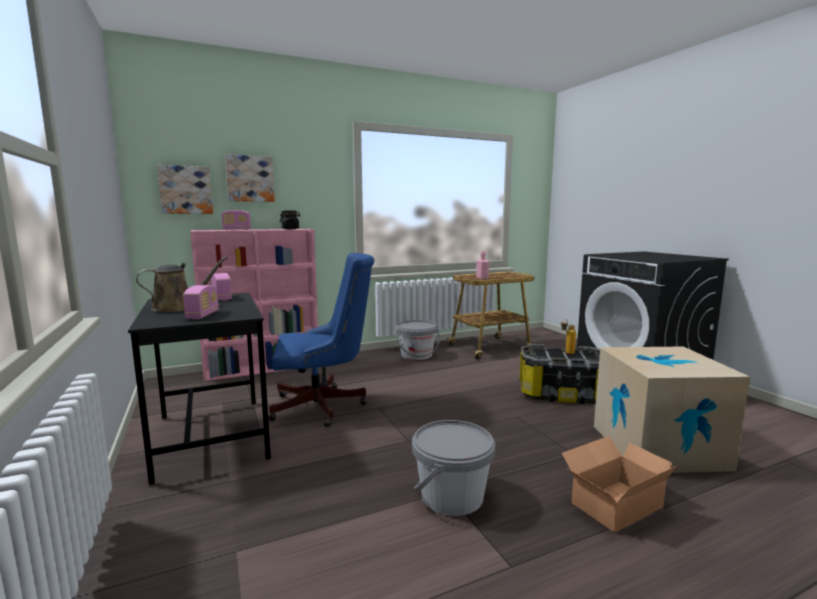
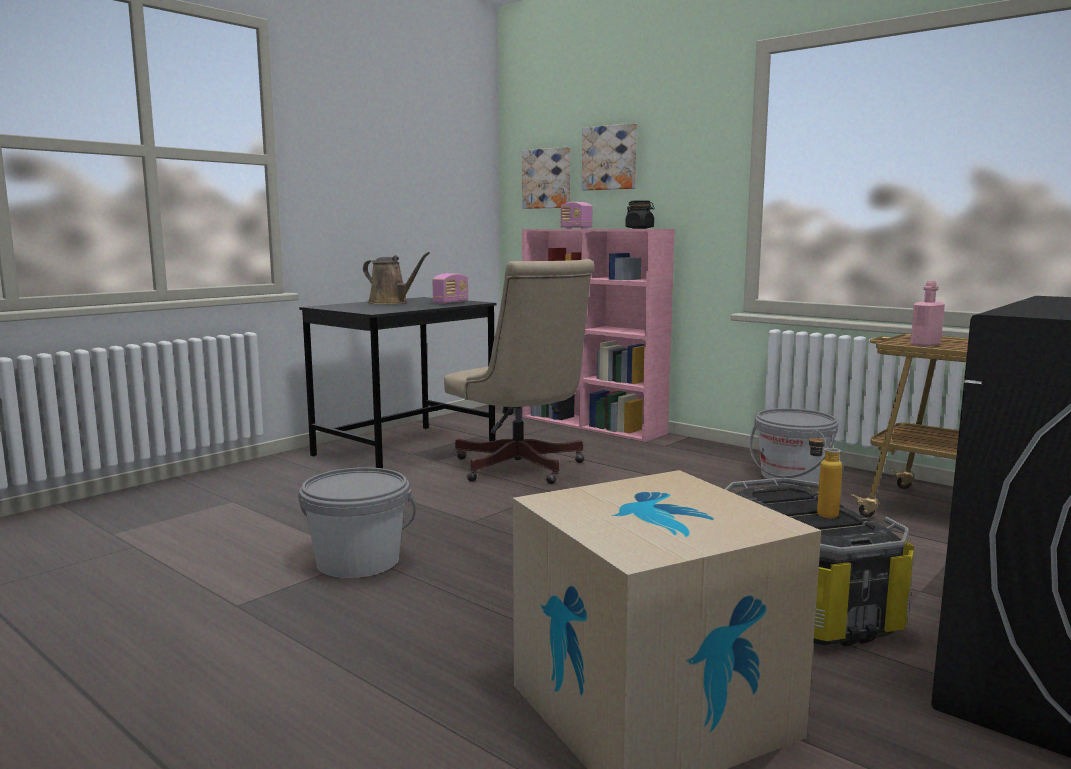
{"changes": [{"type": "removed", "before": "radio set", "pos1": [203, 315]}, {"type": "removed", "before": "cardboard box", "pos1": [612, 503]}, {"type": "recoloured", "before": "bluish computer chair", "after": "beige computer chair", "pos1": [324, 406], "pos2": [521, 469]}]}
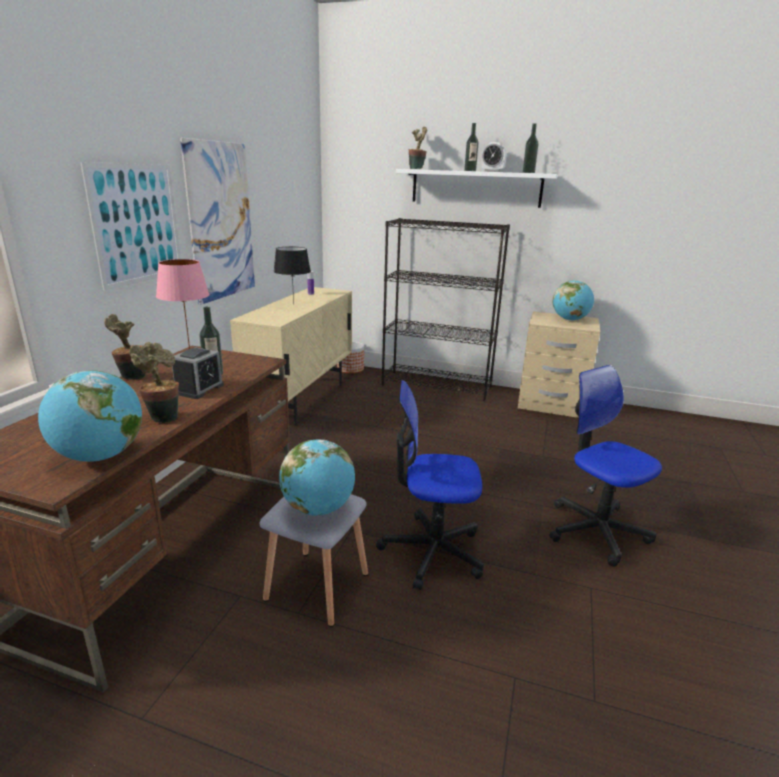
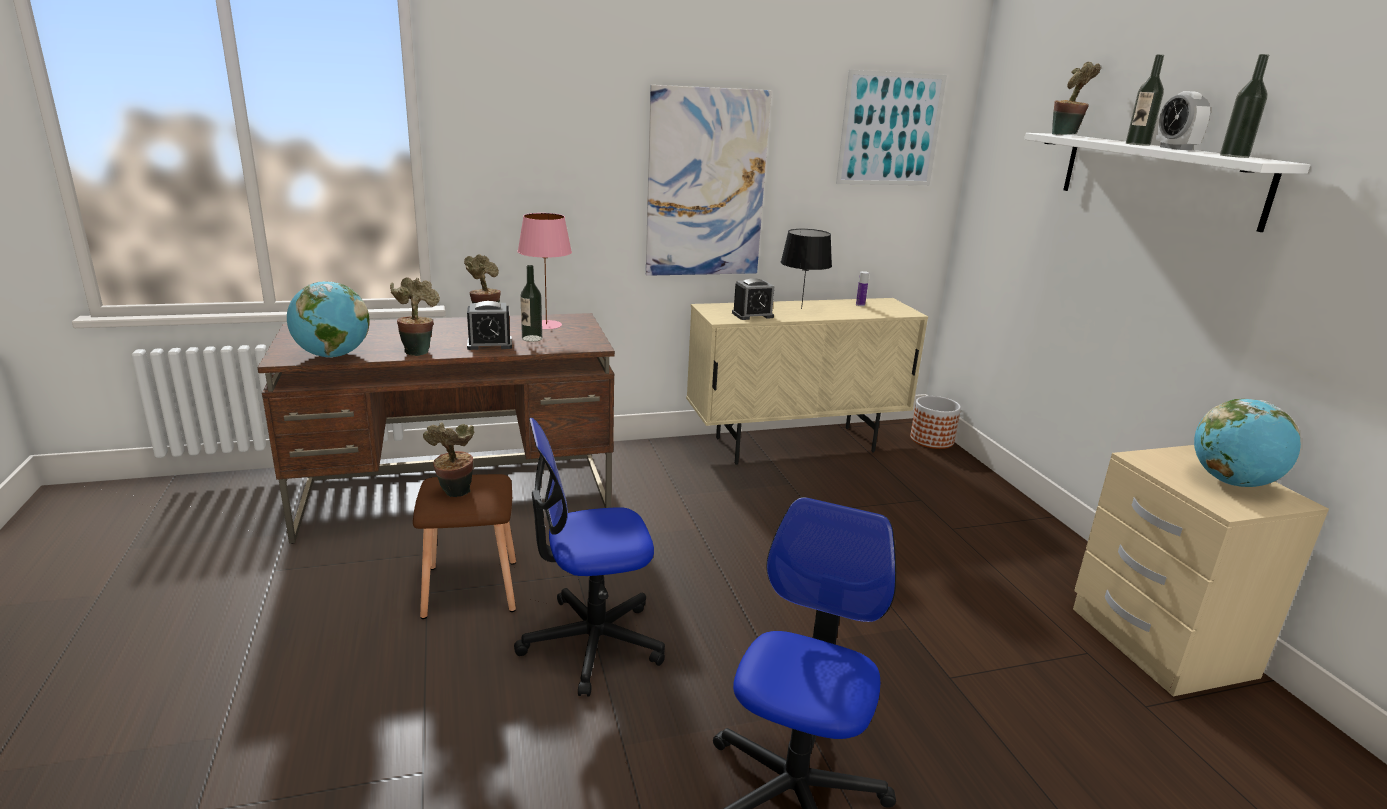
{"changes": [{"type": "removed", "before": "blackish bookcase", "pos1": [437, 385]}, {"type": "added", "after": "bedside clock", "pos2": [752, 315]}, {"type": "moved", "before": "picture", "pos1": [137, 224], "pos2": [890, 129]}, {"type": "replaced", "before": "desk globe", "after": "plant in a pot", "pos1": [318, 509], "pos2": [454, 494]}, {"type": "recoloured", "before": "grey stool", "after": "brownish stool", "pos1": [317, 587], "pos2": [469, 589]}, {"type": "turned", "before": "computer chair", "pos1": [432, 551], "pos2": [592, 642], "turn": -75}]}
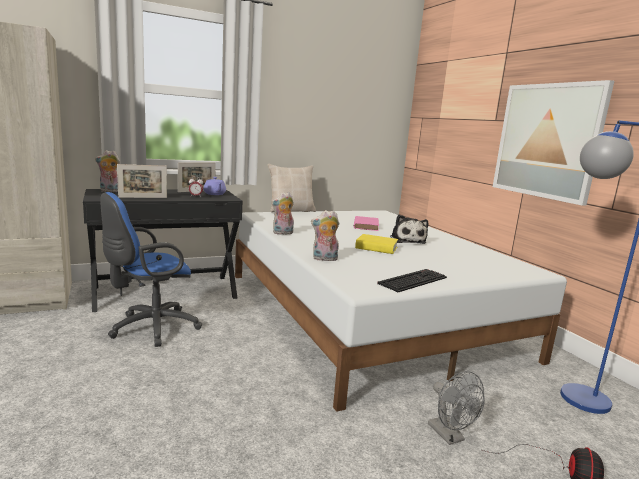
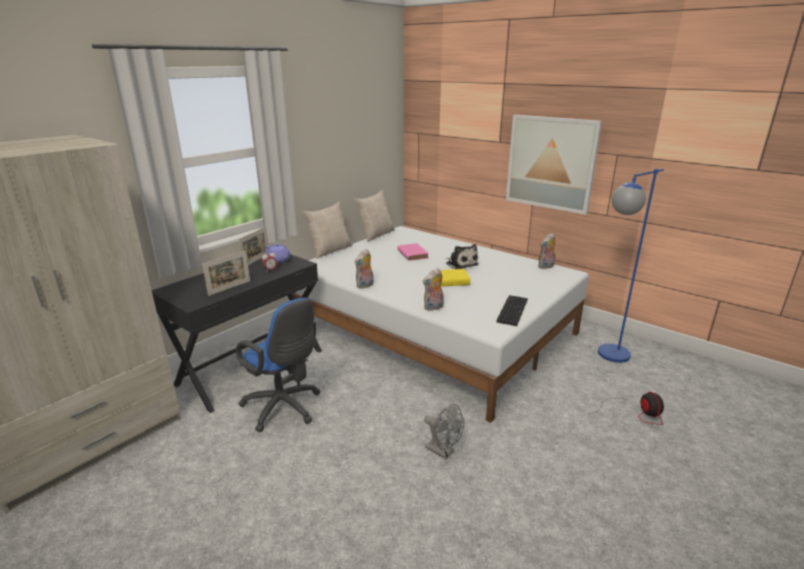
{"changes": [{"type": "added", "after": "beige throw pillow", "pos2": [376, 235]}, {"type": "moved", "before": "cuddly toy", "pos1": [110, 191], "pos2": [546, 267]}, {"type": "moved", "before": "grey fan", "pos1": [450, 436], "pos2": [443, 451]}, {"type": "turned", "before": "bluish computer chair", "pos1": [150, 328], "pos2": [284, 408], "turn": -75}]}
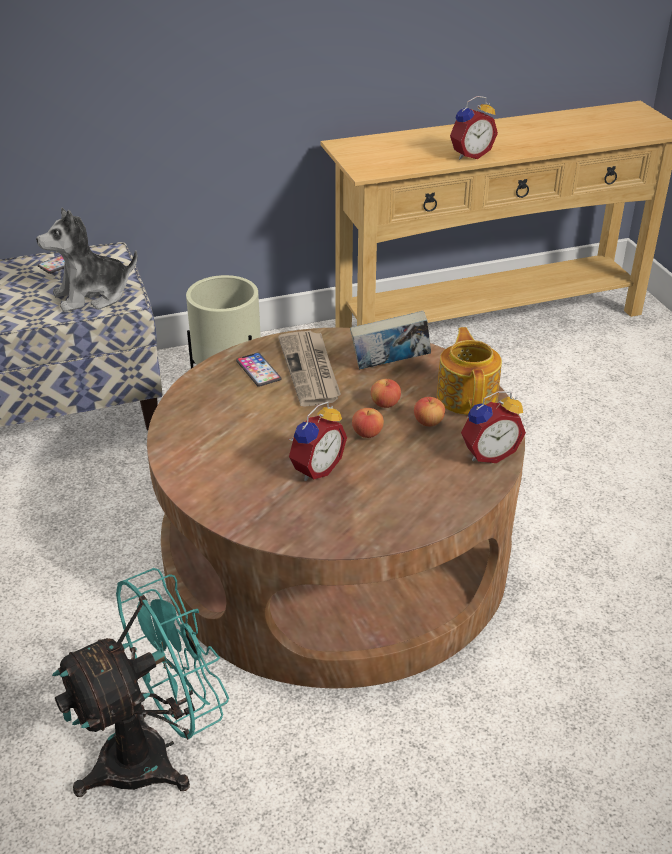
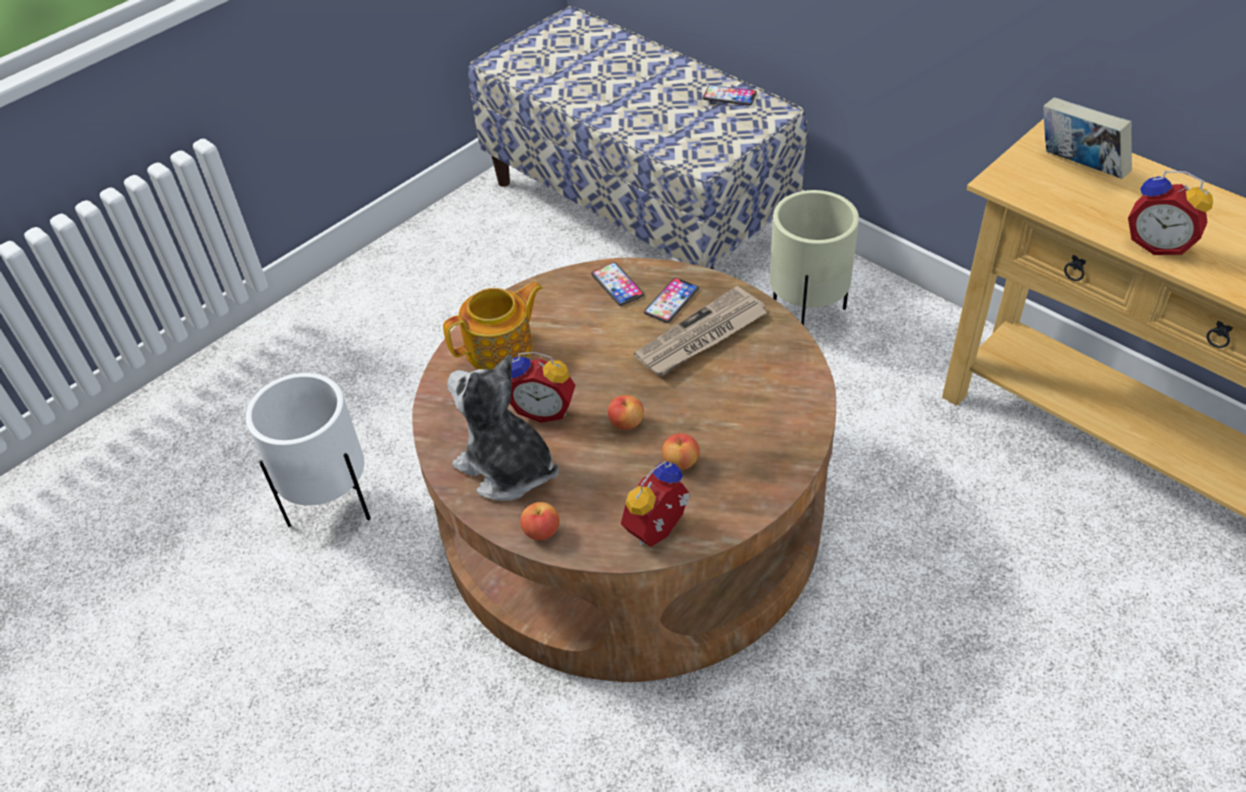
{"changes": [{"type": "added", "after": "telephone", "pos2": [617, 285]}, {"type": "moved", "before": "cuddly toy", "pos1": [92, 296], "pos2": [507, 468]}, {"type": "moved", "before": "book", "pos1": [390, 366], "pos2": [1077, 168]}, {"type": "moved", "before": "apple", "pos1": [385, 403], "pos2": [541, 531]}, {"type": "moved", "before": "pot for tea", "pos1": [467, 396], "pos2": [501, 348]}, {"type": "replaced", "before": "turquoise fan", "after": "whitish planter", "pos1": [154, 753], "pos2": [333, 504]}, {"type": "turned", "before": "bedside clock", "pos1": [488, 453], "pos2": [660, 532], "turn": 90}]}
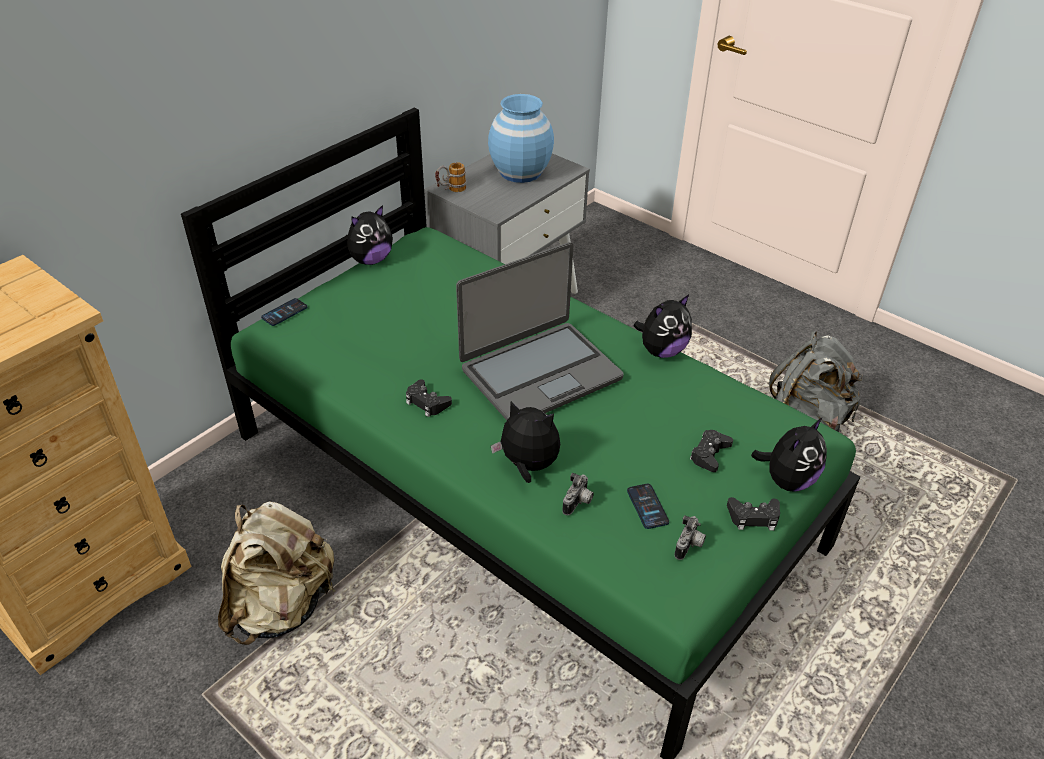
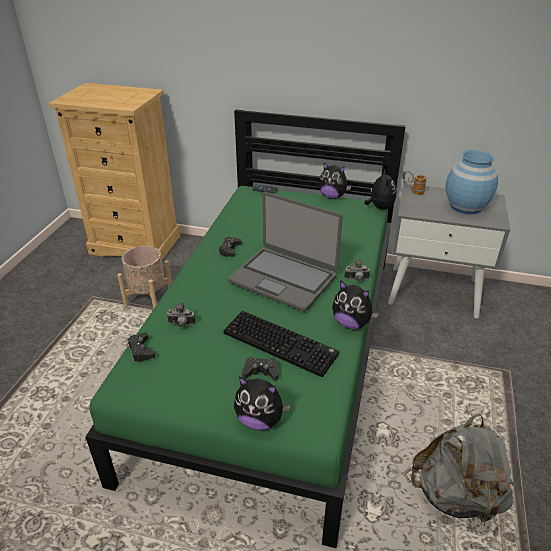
{"changes": [{"type": "removed", "before": "telephone", "pos1": [647, 506]}, {"type": "added", "after": "PC keyboard", "pos2": [282, 343]}, {"type": "moved", "before": "cuddly toy", "pos1": [528, 466], "pos2": [379, 207]}, {"type": "moved", "before": "still camera", "pos1": [689, 546], "pos2": [356, 279]}, {"type": "moved", "before": "blackish joypad", "pos1": [753, 517], "pos2": [141, 350]}, {"type": "replaced", "before": "beige rucksack", "after": "beige planter", "pos1": [282, 606], "pos2": [148, 299]}]}
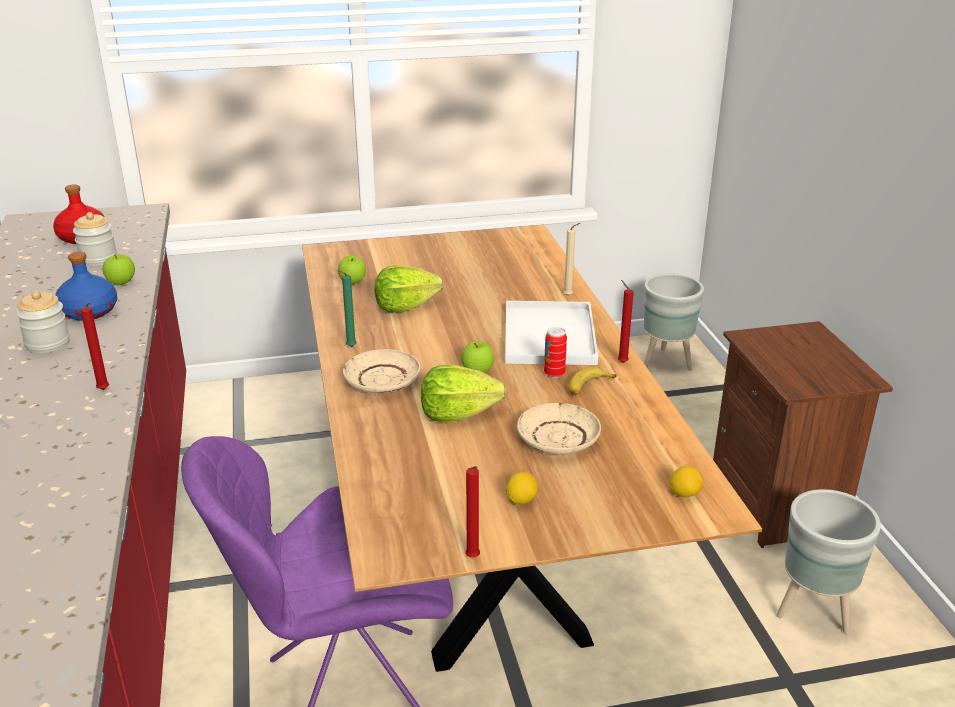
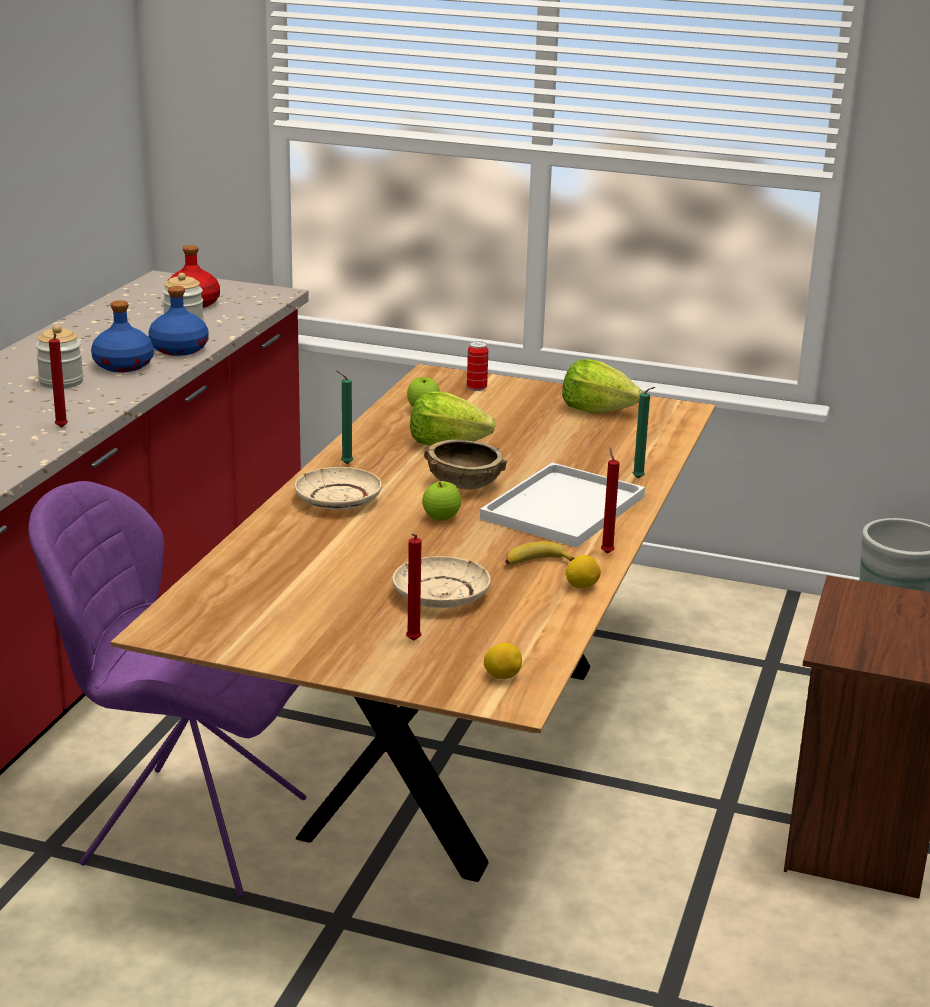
{"changes": [{"type": "removed", "before": "grey planter", "pos1": [814, 611]}, {"type": "added", "after": "brownish deep dish", "pos2": [464, 484]}, {"type": "moved", "before": "lettuce", "pos1": [457, 414], "pos2": [597, 410]}, {"type": "moved", "before": "red-coloured wax candle", "pos1": [473, 559], "pos2": [412, 641]}, {"type": "moved", "before": "lemon", "pos1": [521, 500], "pos2": [582, 586]}, {"type": "moved", "before": "metal can", "pos1": [554, 373], "pos2": [476, 388]}, {"type": "replaced", "before": "apple", "after": "bluish beverage bottle", "pos1": [121, 283], "pos2": [178, 349]}, {"type": "recoloured", "before": "beige wax candle", "after": "green-coloured wax candle", "pos1": [569, 296], "pos2": [640, 479]}]}
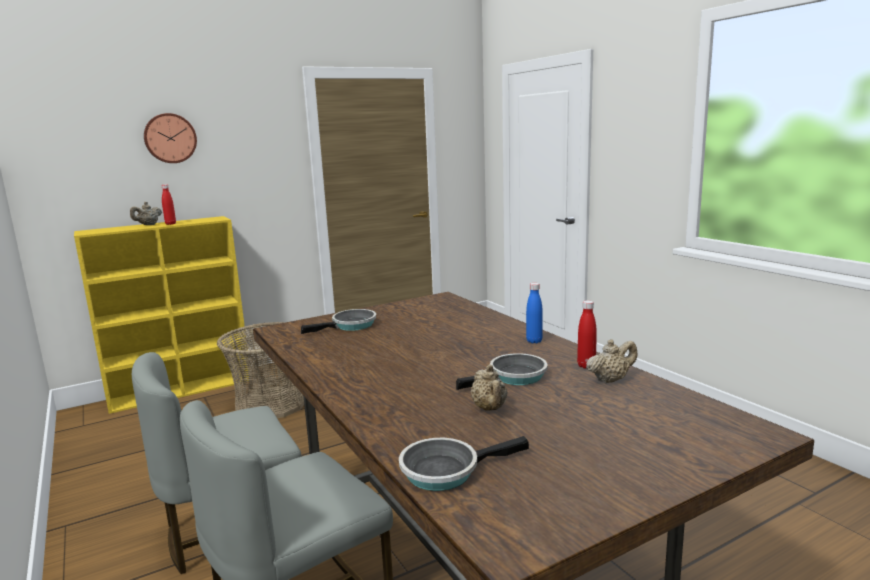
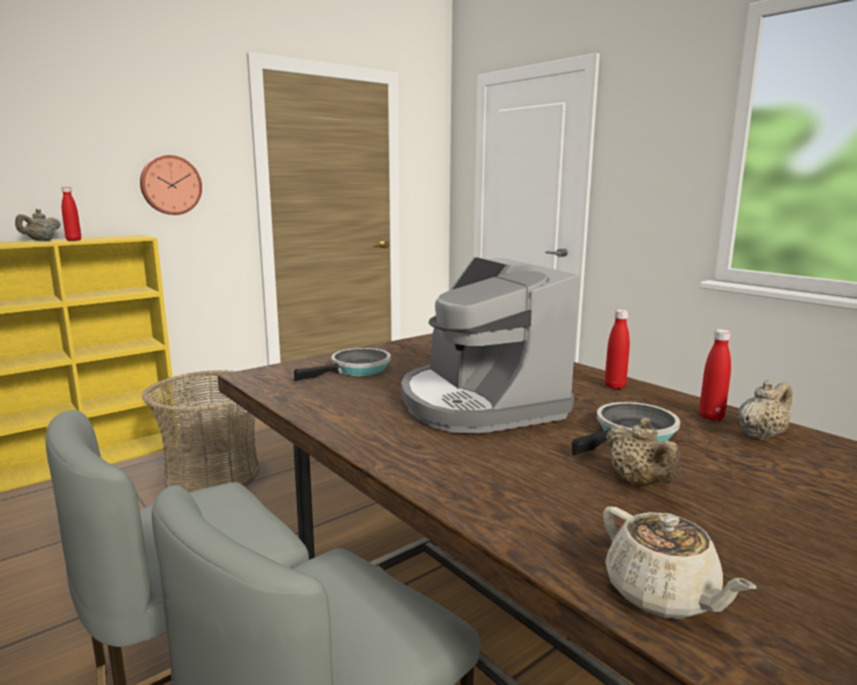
{"changes": [{"type": "added", "after": "coffee machine", "pos2": [479, 403]}, {"type": "moved", "before": "wall clock", "pos1": [170, 138], "pos2": [170, 185]}, {"type": "replaced", "before": "pan", "after": "beige pot for tea", "pos1": [446, 470], "pos2": [662, 595]}, {"type": "recoloured", "before": "bluish beverage bottle", "after": "red-coloured beverage bottle", "pos1": [534, 341], "pos2": [615, 386]}]}
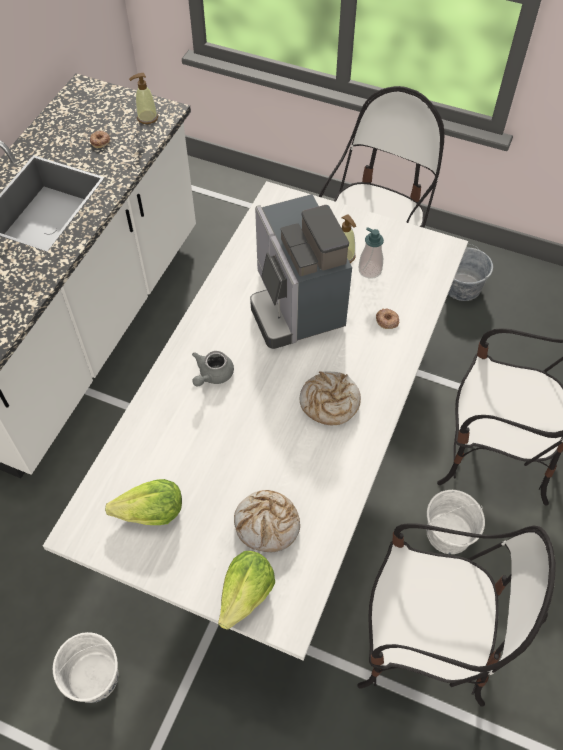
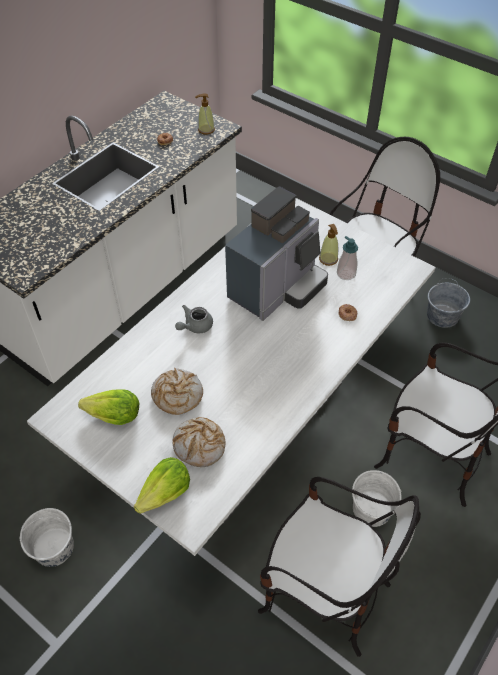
{"changes": [{"type": "moved", "before": "bakery bread", "pos1": [329, 403], "pos2": [177, 395]}, {"type": "turned", "before": "coffee machine", "pos1": [295, 305], "pos2": [277, 288], "turn": -135}]}
